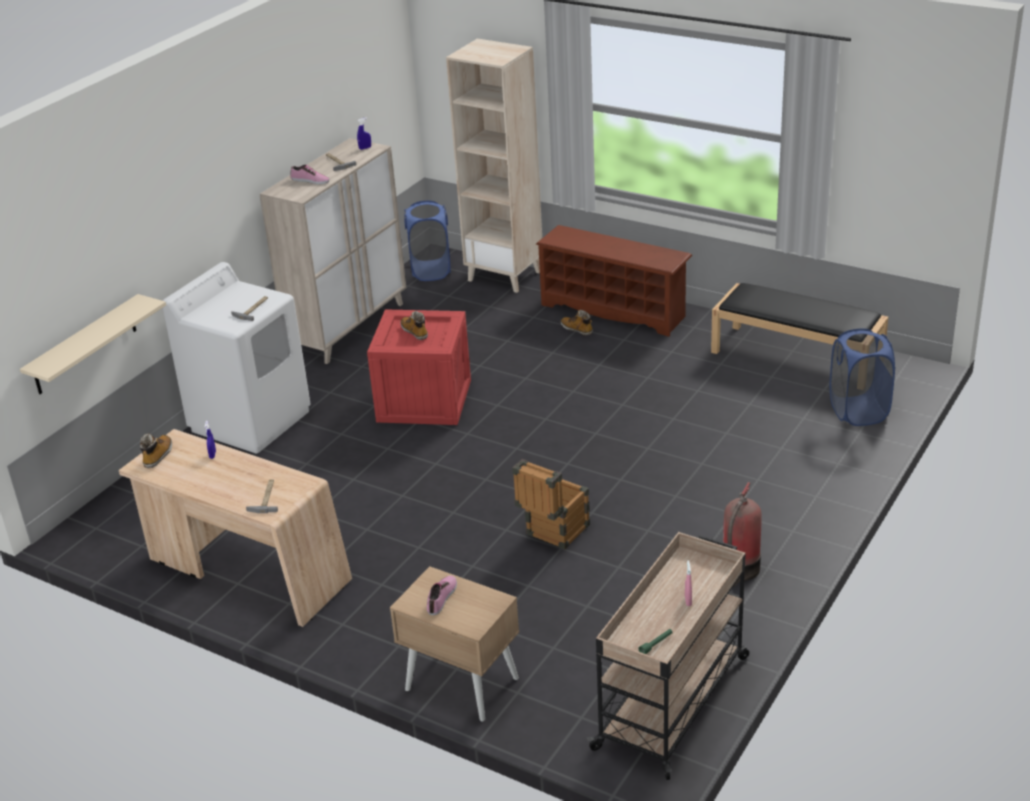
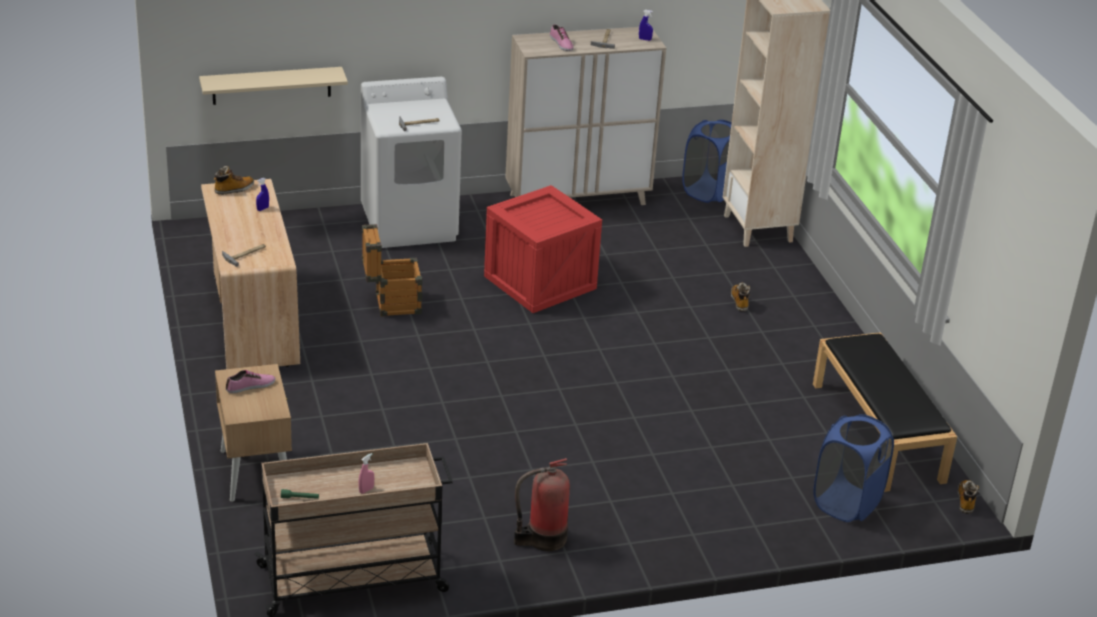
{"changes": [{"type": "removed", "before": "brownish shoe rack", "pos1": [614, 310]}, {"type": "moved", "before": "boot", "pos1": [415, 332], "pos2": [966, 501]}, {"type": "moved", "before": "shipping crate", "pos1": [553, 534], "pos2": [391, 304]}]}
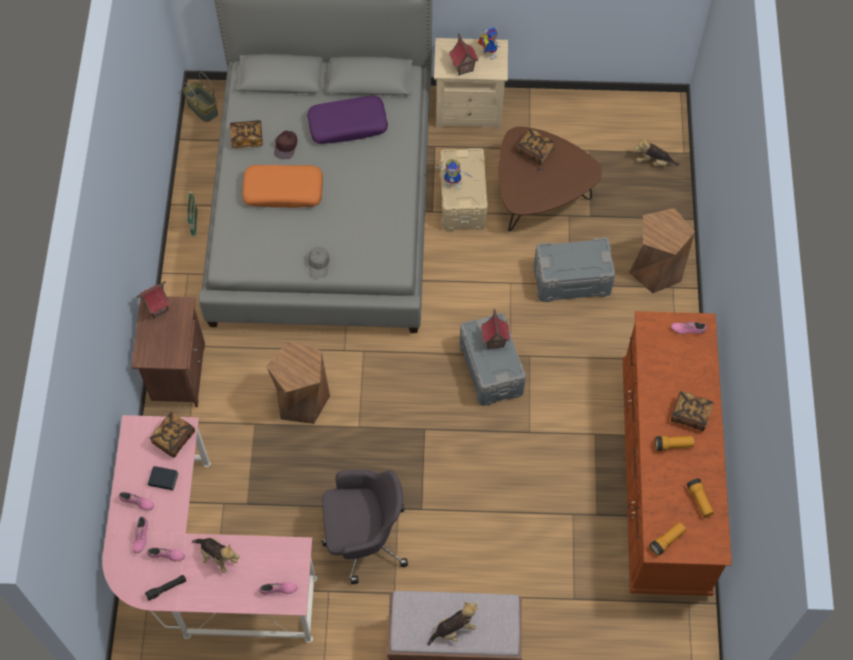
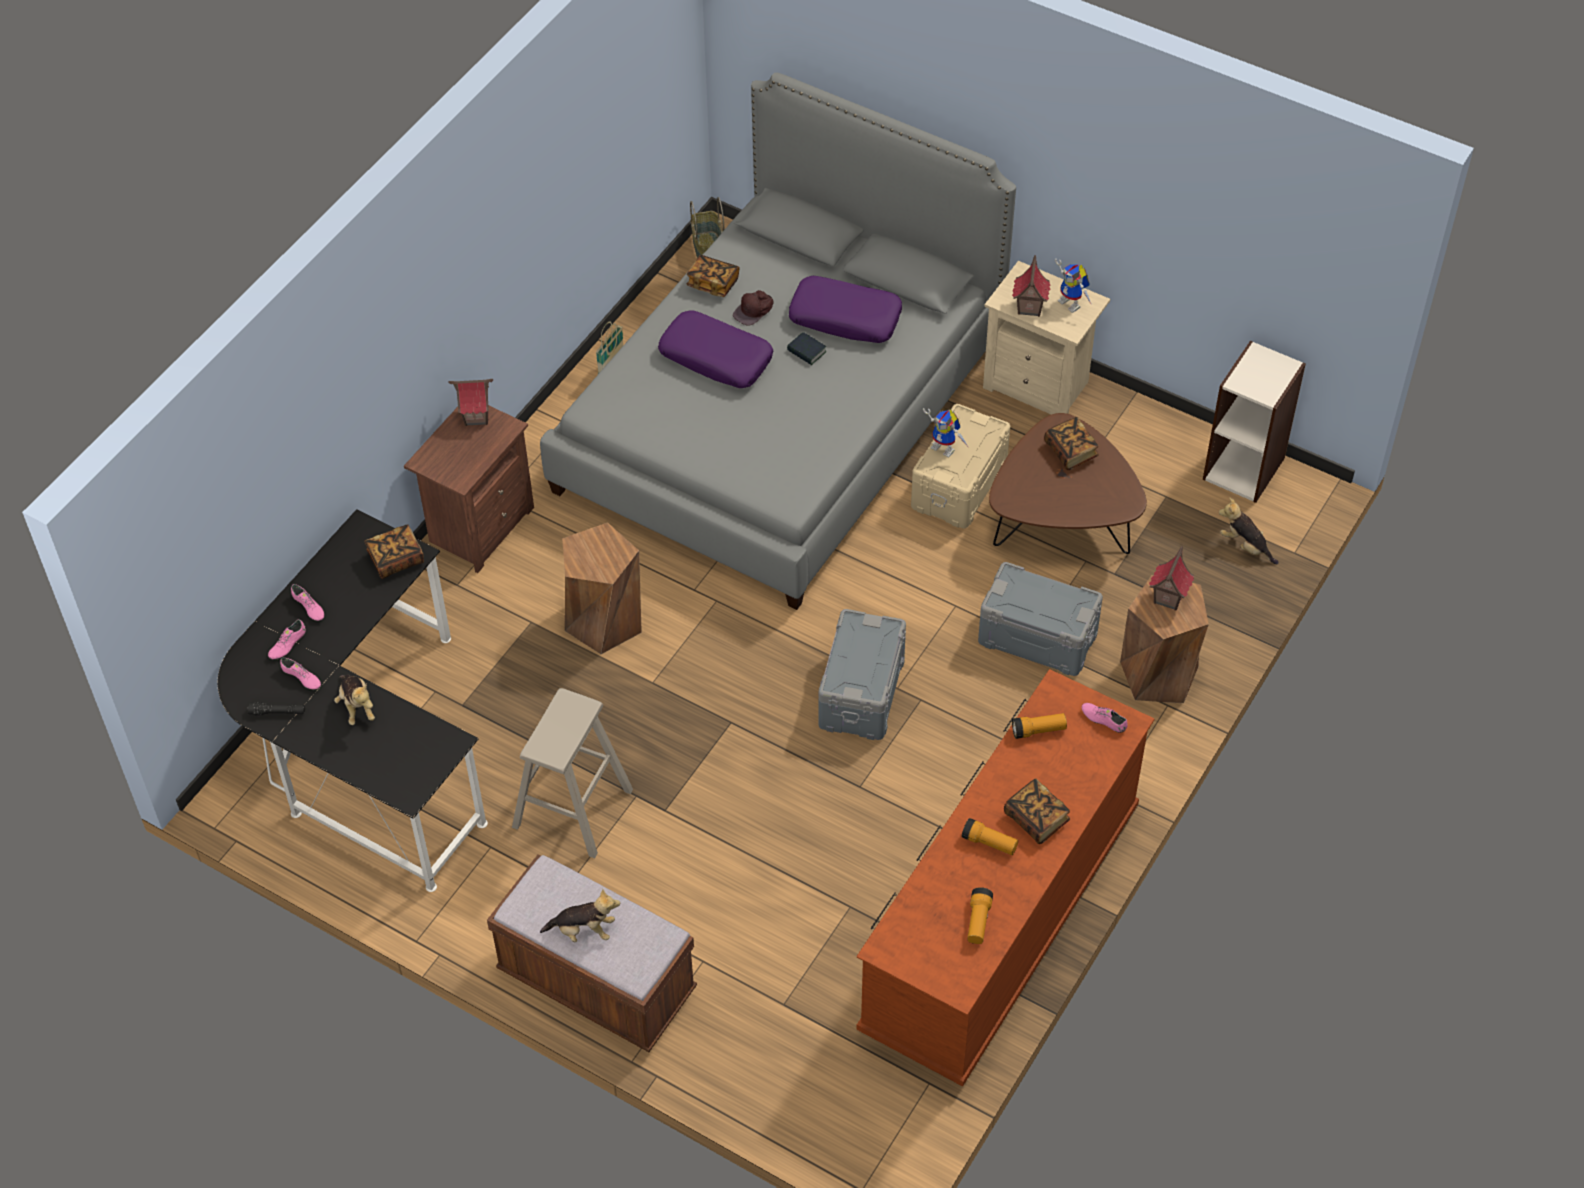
{"changes": [{"type": "removed", "before": "pink-coloured item of footwear", "pos1": [278, 590]}, {"type": "removed", "before": "grey cap", "pos1": [319, 264]}, {"type": "added", "after": "bookcase", "pos2": [1244, 468]}, {"type": "moved", "before": "book", "pos1": [163, 479], "pos2": [806, 351]}, {"type": "moved", "before": "model house", "pos1": [494, 341], "pos2": [1168, 598]}, {"type": "moved", "before": "torch", "pos1": [667, 540], "pos2": [1038, 730]}, {"type": "replaced", "before": "grey computer chair", "after": "beige stool", "pos1": [364, 538], "pos2": [572, 809]}, {"type": "recoloured", "before": "pink-coloured desk unit", "after": "blackish desk unit", "pos1": [202, 567], "pos2": [363, 749]}, {"type": "recoloured", "before": "orange-coloured throw pillow", "after": "purple throw pillow", "pos1": [283, 190], "pos2": [716, 358]}, {"type": "turned", "before": "robot figure", "pos1": [487, 53], "pos2": [1073, 303], "turn": 135}]}
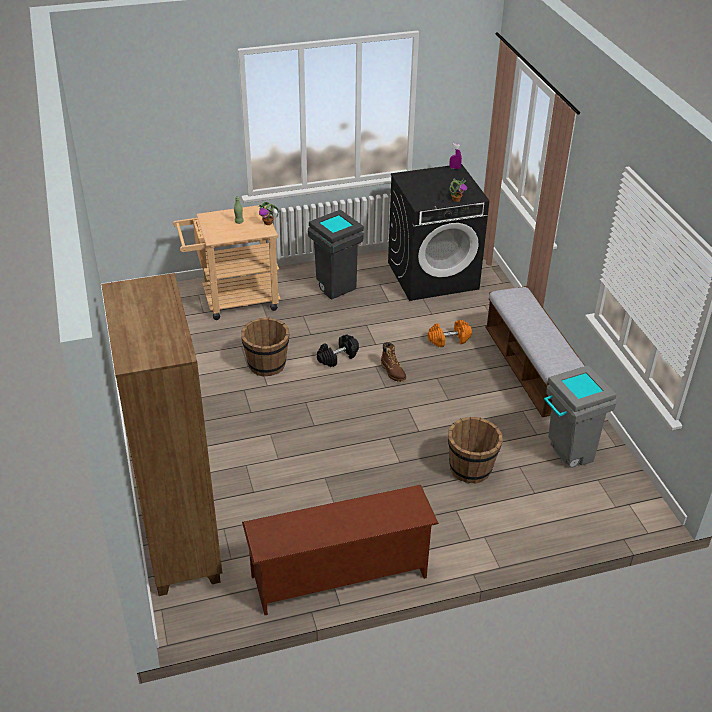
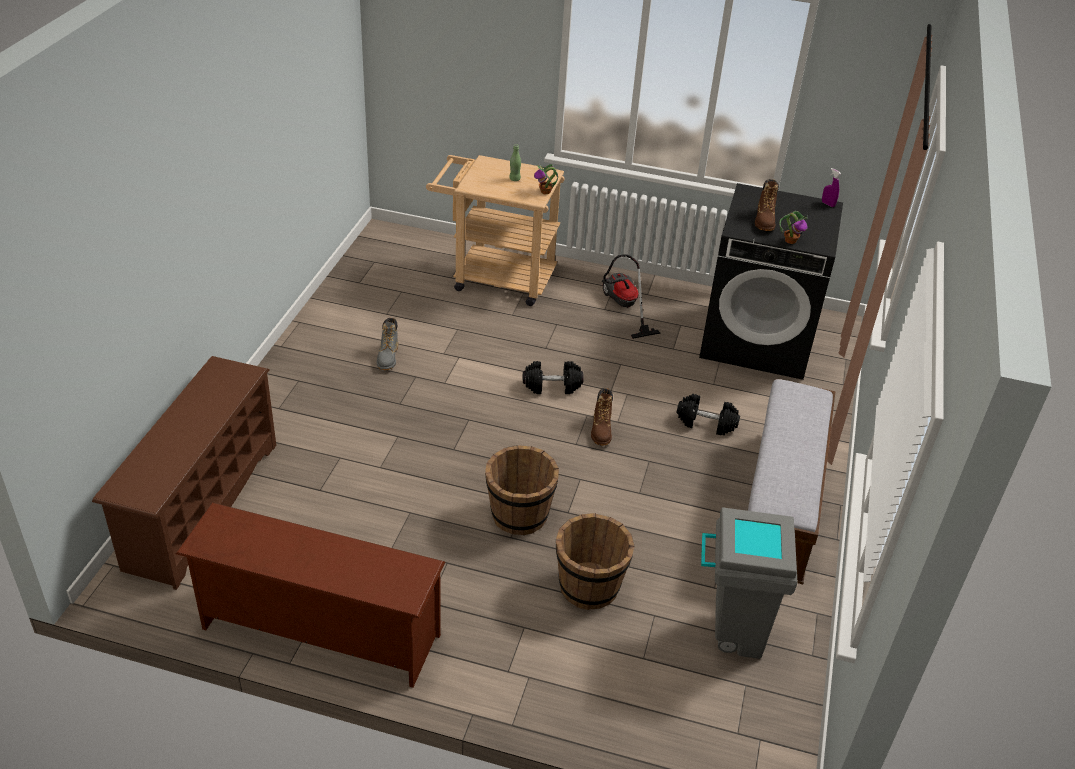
{"changes": [{"type": "added", "after": "grey boot", "pos2": [388, 358]}, {"type": "added", "after": "brownish boot", "pos2": [764, 221]}, {"type": "moved", "before": "brownish water bucket", "pos1": [267, 365], "pos2": [519, 516]}, {"type": "replaced", "before": "brownish bookcase", "after": "brownish shoe rack", "pos1": [181, 540], "pos2": [201, 504]}, {"type": "replaced", "before": "grey waste bin", "after": "hoover", "pos1": [334, 287], "pos2": [622, 307]}, {"type": "recoloured", "before": "orange-coloured hand weight", "after": "blackish hand weight", "pos1": [449, 340], "pos2": [706, 423]}]}
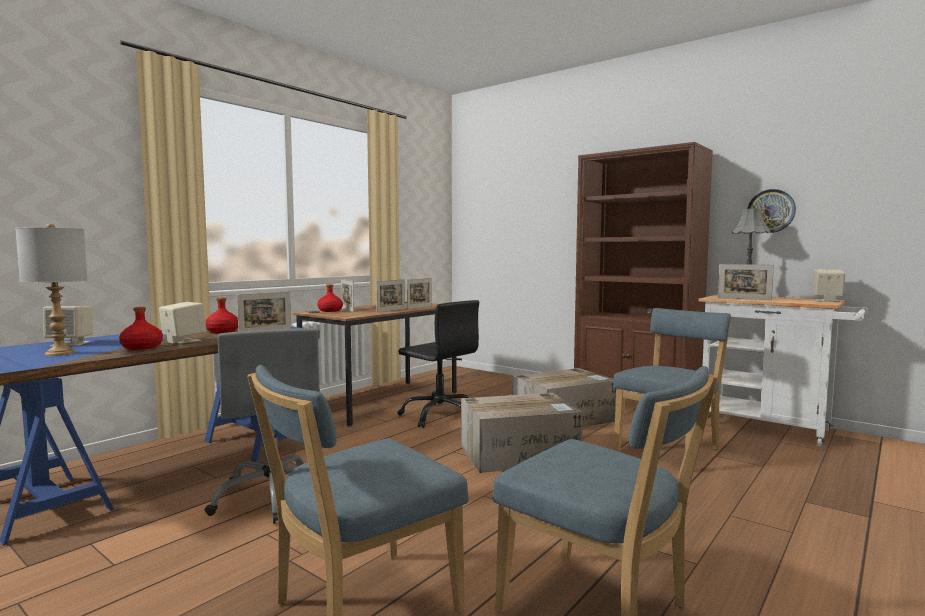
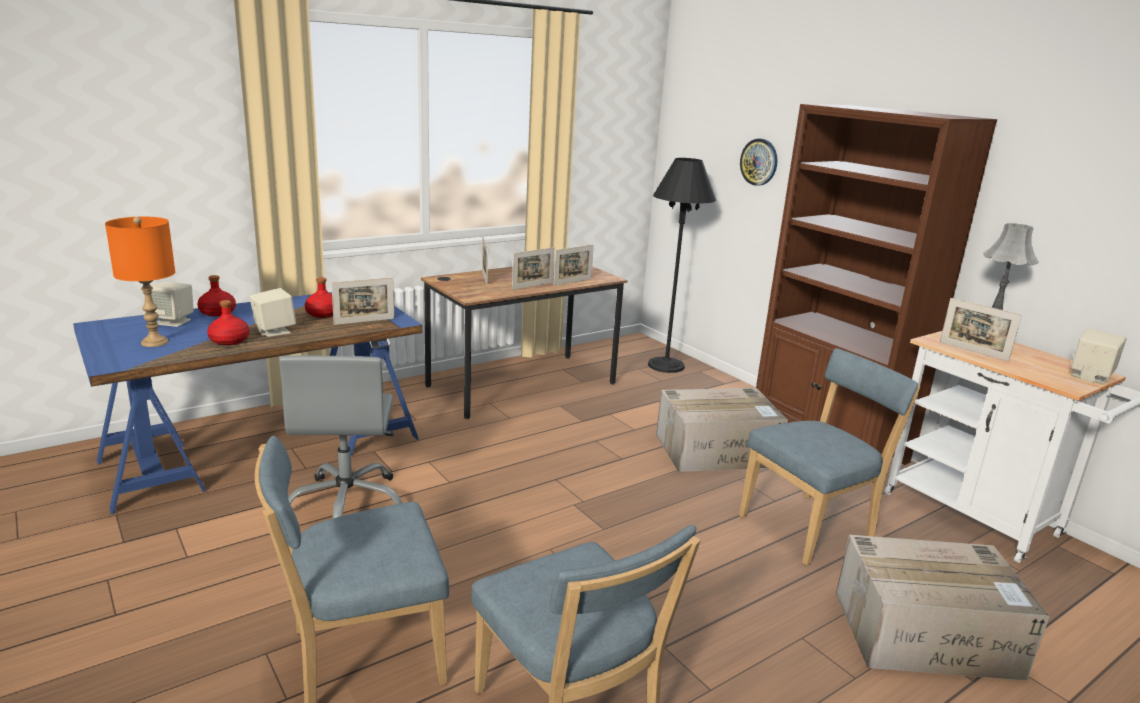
{"changes": [{"type": "removed", "before": "blackish computer chair", "pos1": [440, 415]}, {"type": "added", "after": "blackish floor lamp", "pos2": [666, 365]}, {"type": "moved", "before": "red-coloured beverage bottle", "pos1": [330, 311], "pos2": [217, 312]}, {"type": "moved", "before": "cardboard box", "pos1": [520, 453], "pos2": [927, 633]}, {"type": "moved", "before": "wall clock", "pos1": [771, 211], "pos2": [759, 162]}, {"type": "recoloured", "before": "grey lamp for a table", "after": "orange-coloured lamp for a table", "pos1": [60, 353], "pos2": [155, 342]}]}
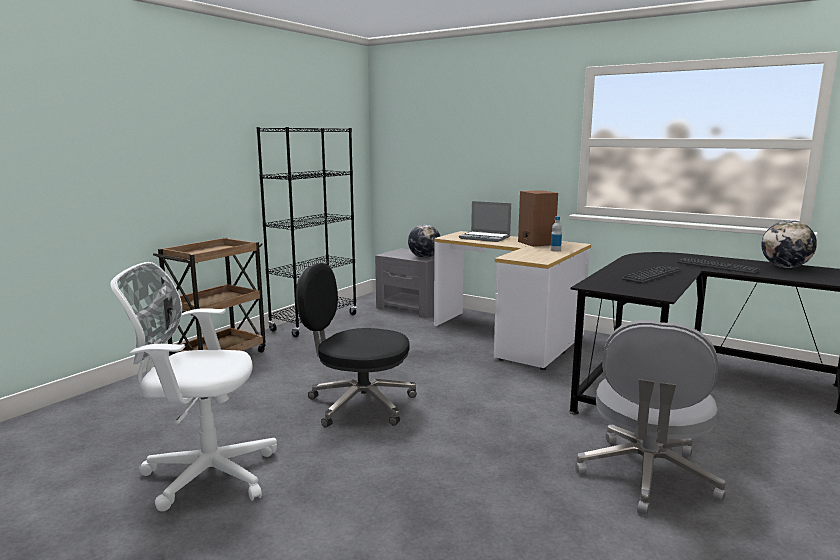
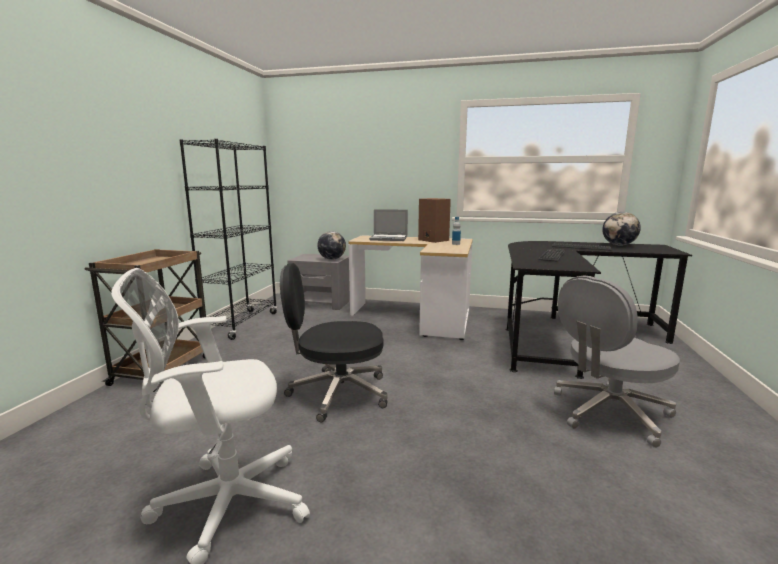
{"changes": [{"type": "turned", "before": "grey computer chair", "pos1": [646, 476], "pos2": [608, 413], "turn": 60}]}
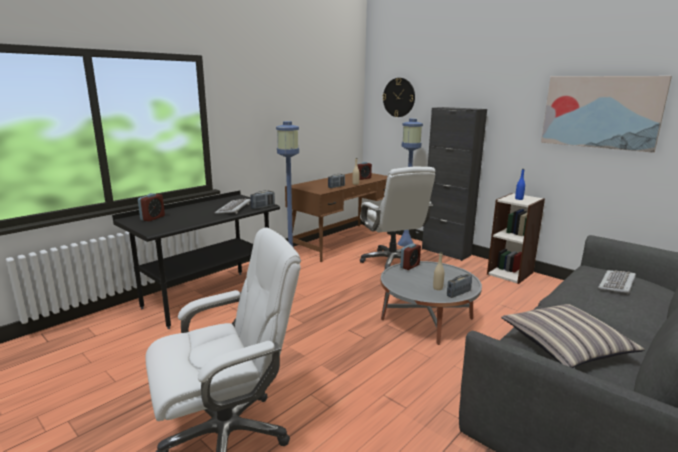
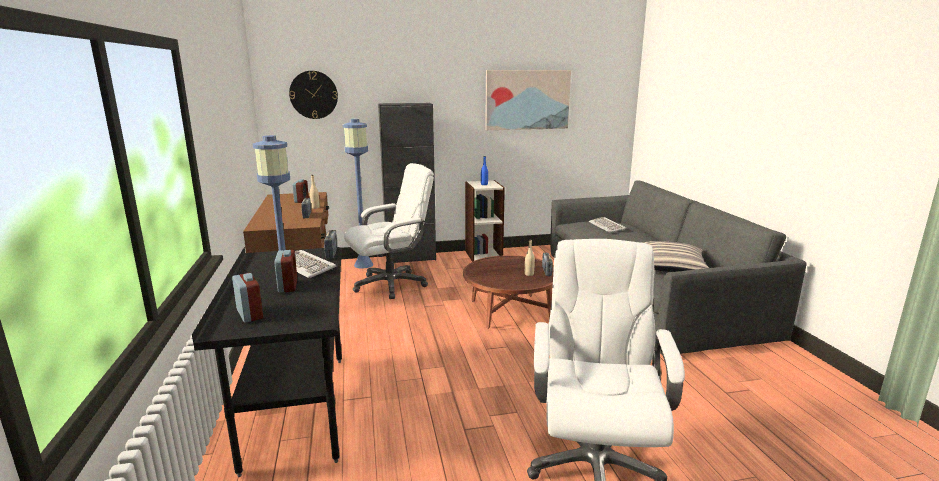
{"changes": [{"type": "moved", "before": "bedside clock", "pos1": [409, 266], "pos2": [288, 286]}, {"type": "recoloured", "before": "grey low table", "after": "brownish low table", "pos1": [427, 319], "pos2": [510, 311]}, {"type": "turned", "before": "whitish computer chair", "pos1": [392, 262], "pos2": [391, 284], "turn": -45}]}
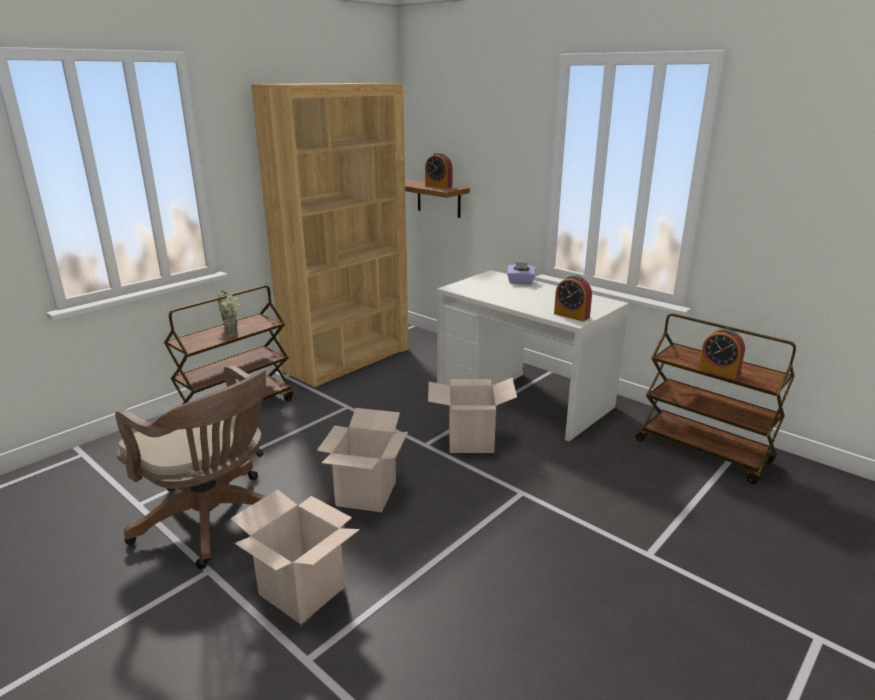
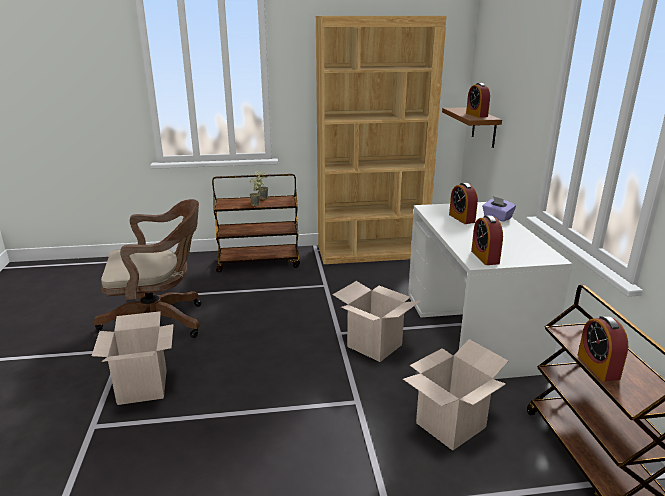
{"changes": [{"type": "added", "after": "bedside clock", "pos2": [461, 218]}, {"type": "moved", "before": "cardboard box", "pos1": [366, 494], "pos2": [450, 425]}, {"type": "turned", "before": "brownish computer chair", "pos1": [214, 521], "pos2": [160, 324], "turn": -90}]}
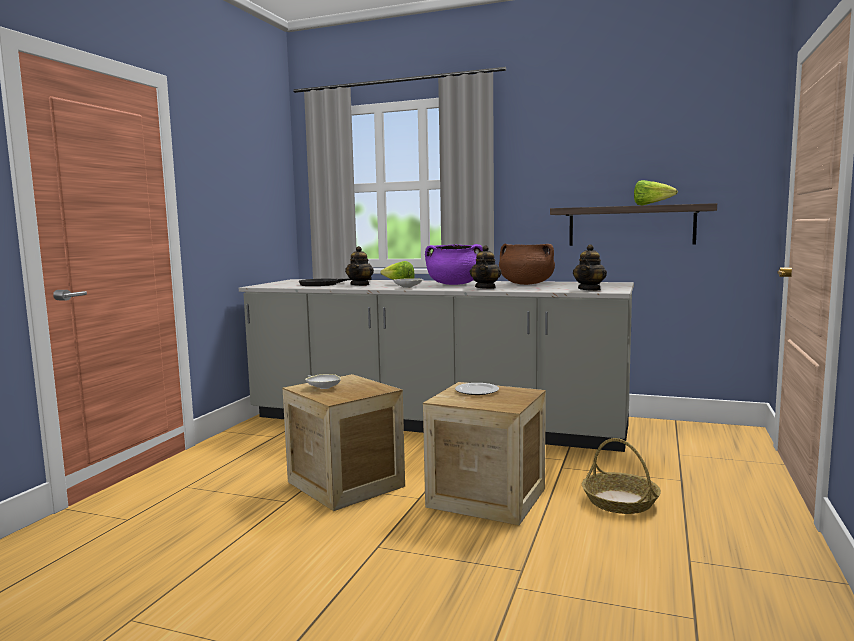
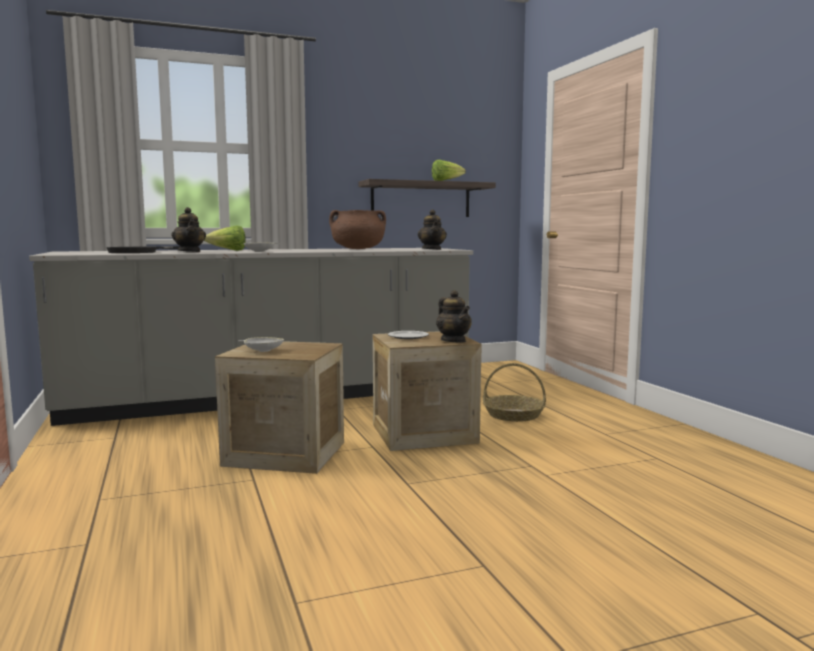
{"changes": [{"type": "removed", "before": "purple cooking pot", "pos1": [454, 284]}, {"type": "moved", "before": "pot for tea", "pos1": [486, 288], "pos2": [453, 341]}]}
